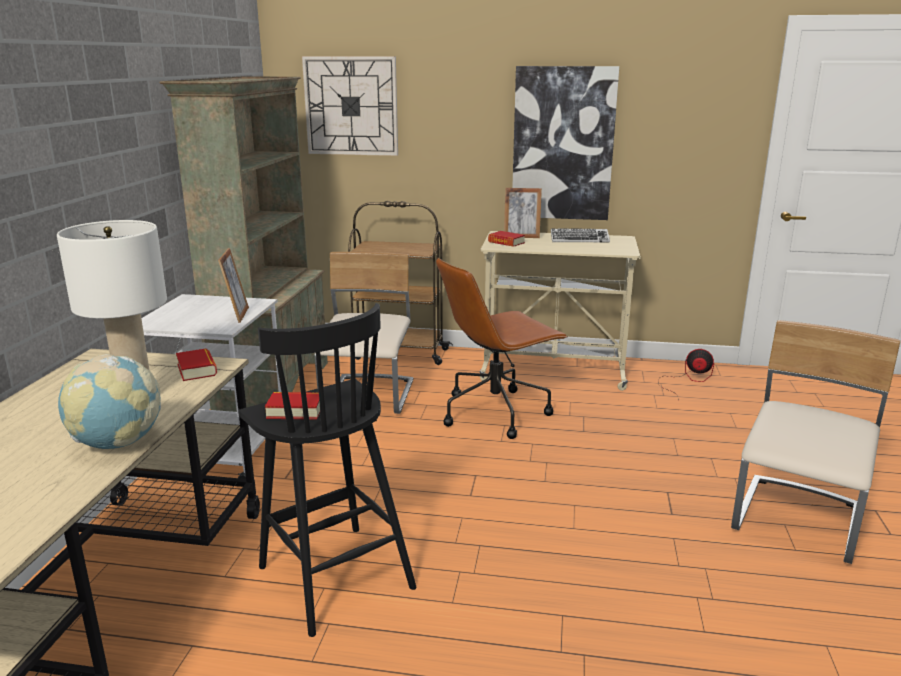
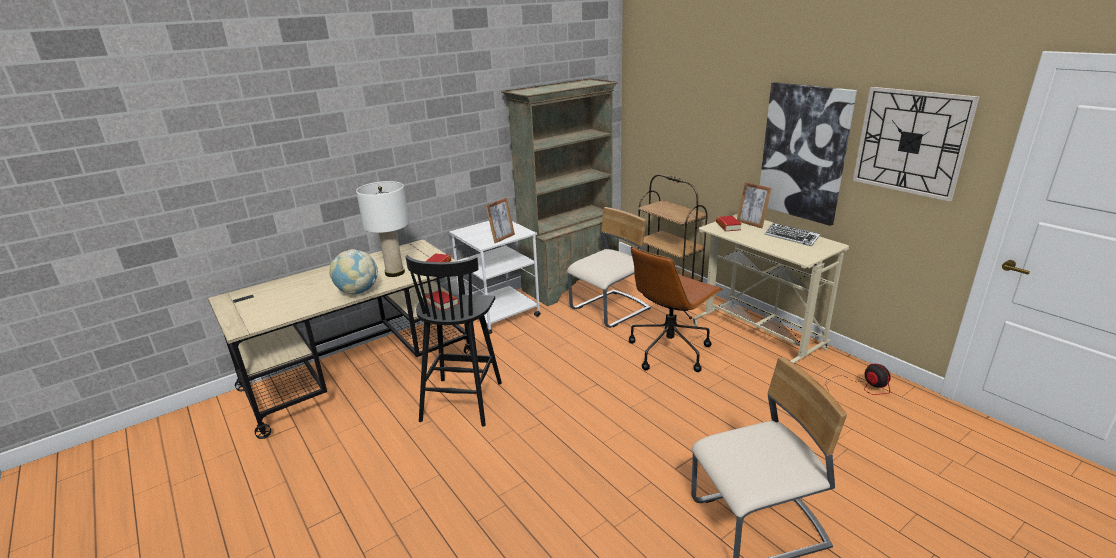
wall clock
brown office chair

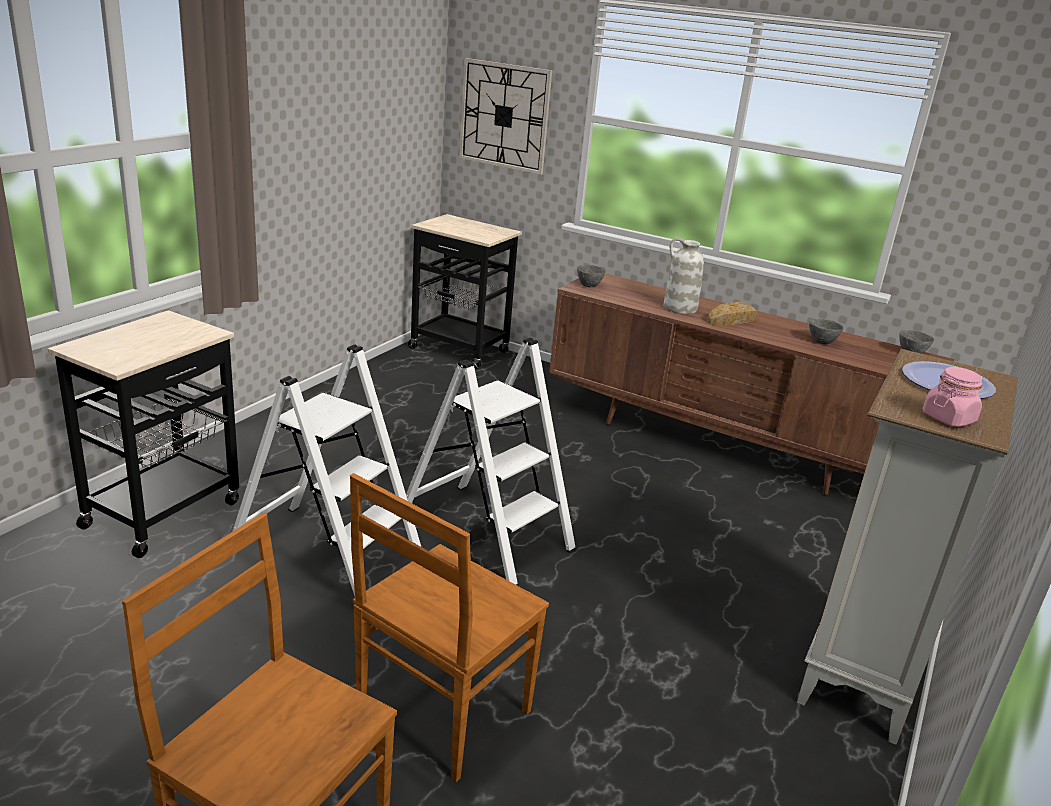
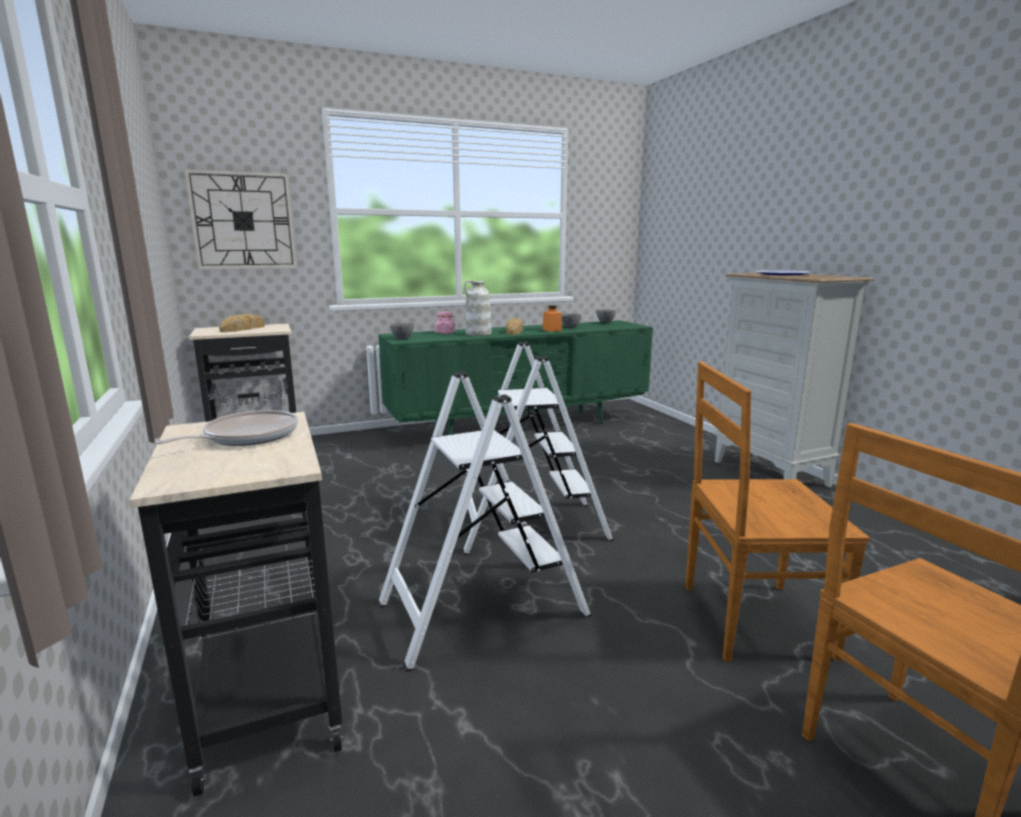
green cabinet
pink jar
brown chair (no. 1 from left)
orange jar
bread (no. 1 from left)
frying pan

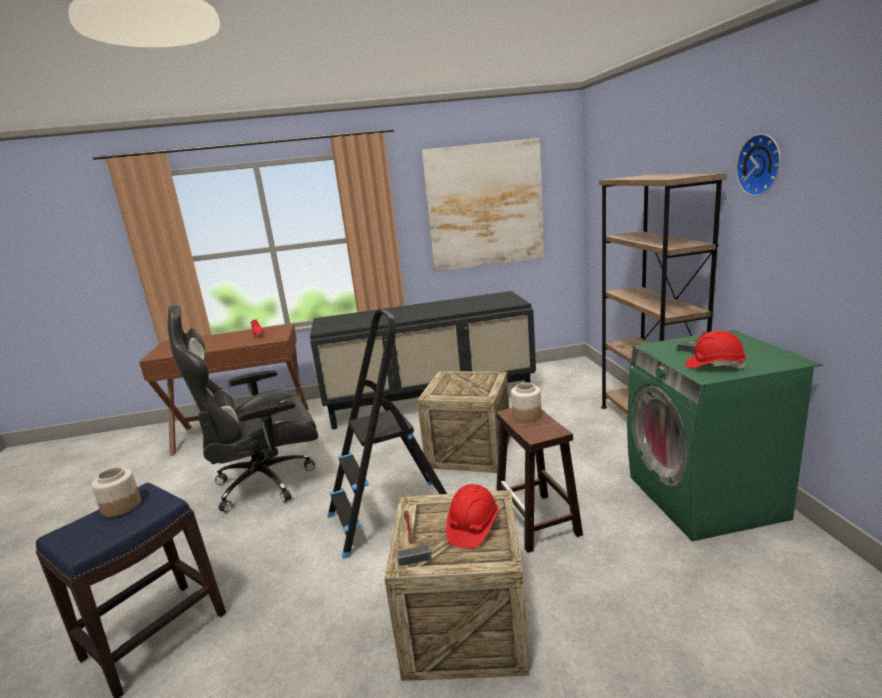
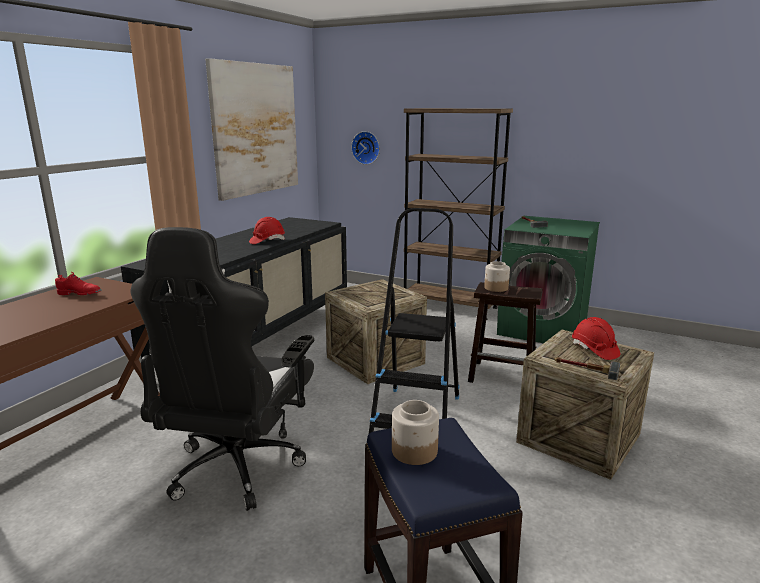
wall clock
red hard hat (no. 1 from left)

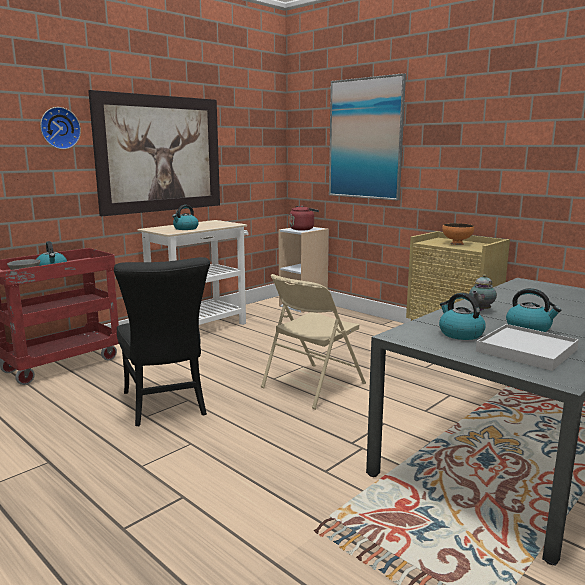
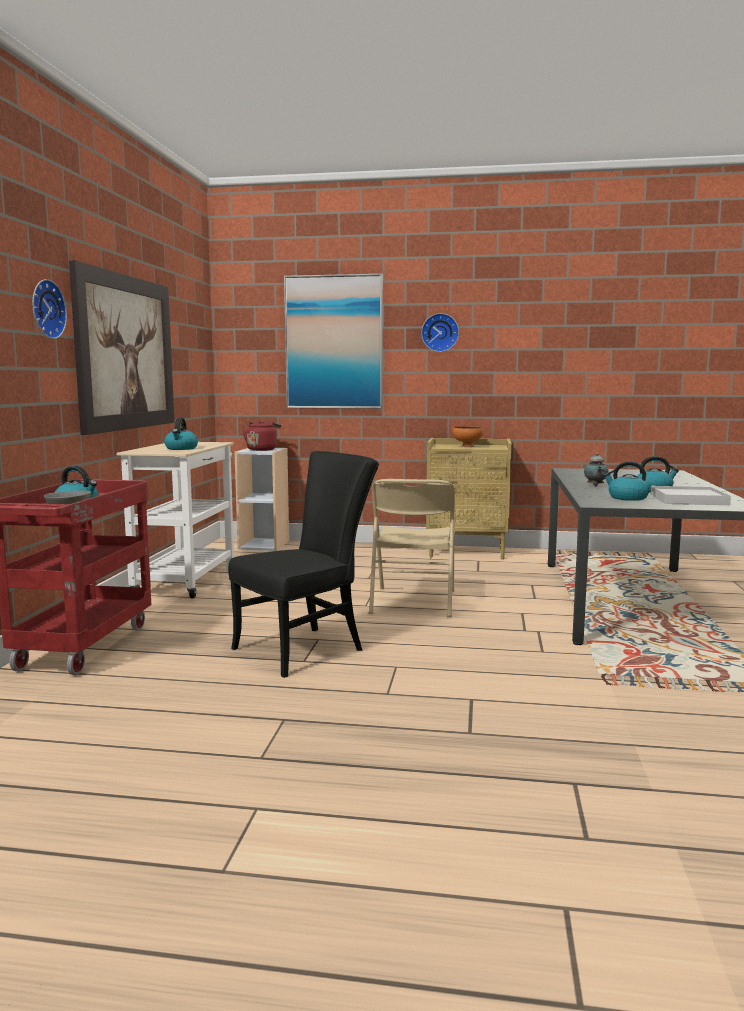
black chair
wall clock (no. 2 from left)

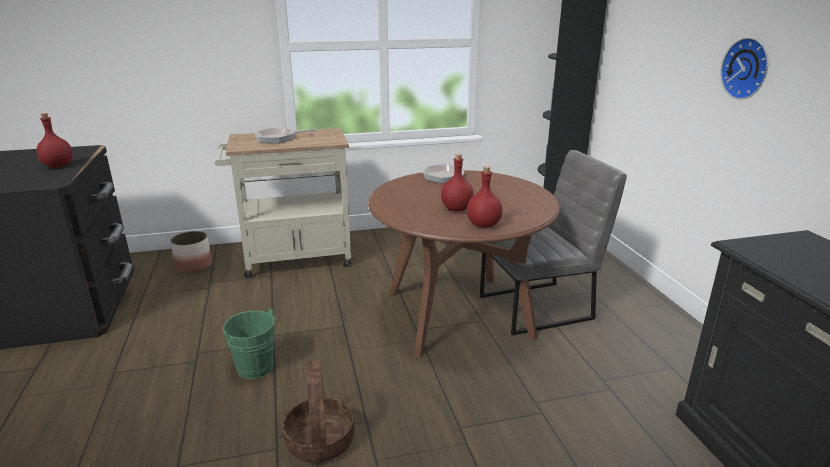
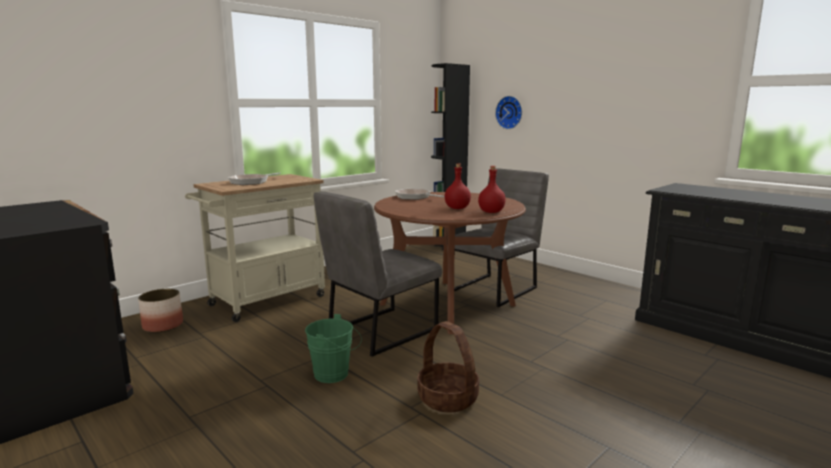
wall clock
red bottle (no. 1 from left in the first image)
grey chair (no. 1 from left)

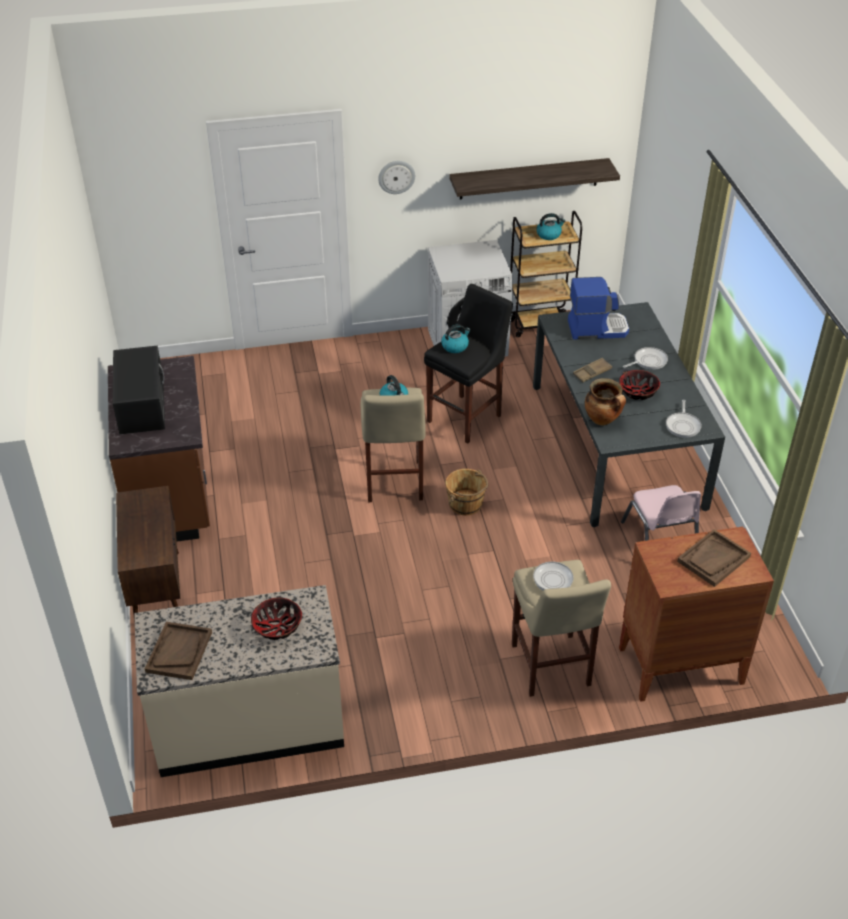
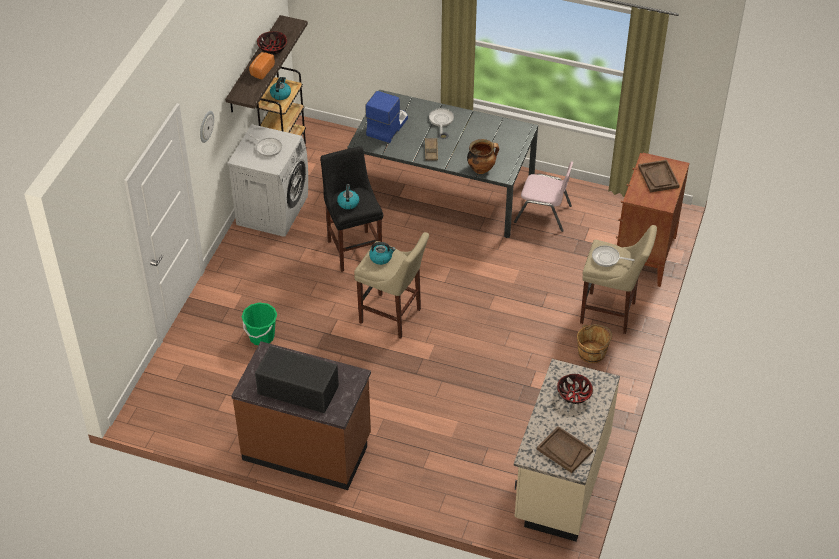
bowl (no. 1 from left)
frying pan (no. 1 from left)
brown bucket
brown cabinet
bread
green bucket

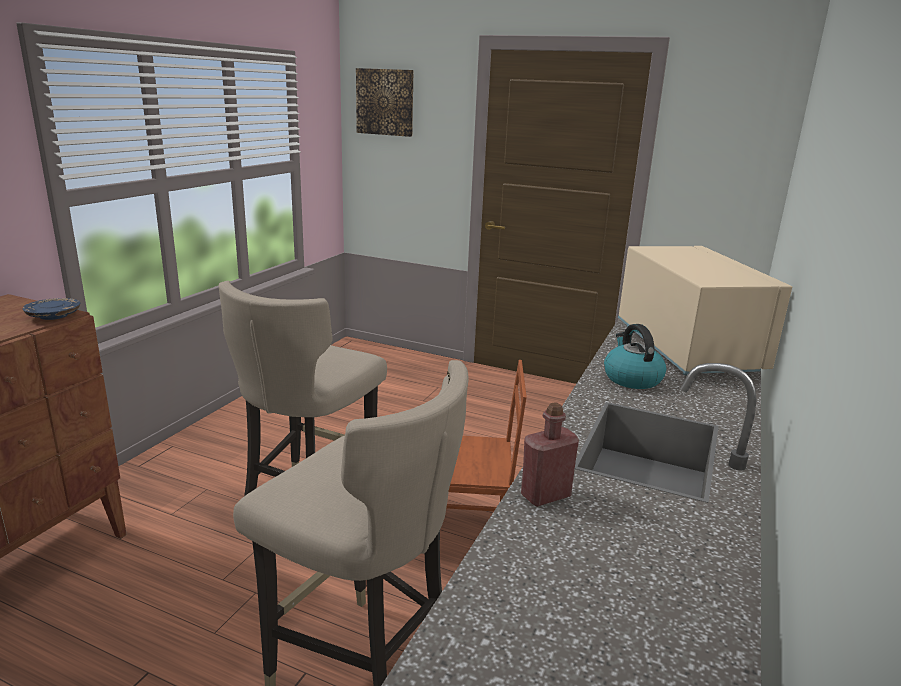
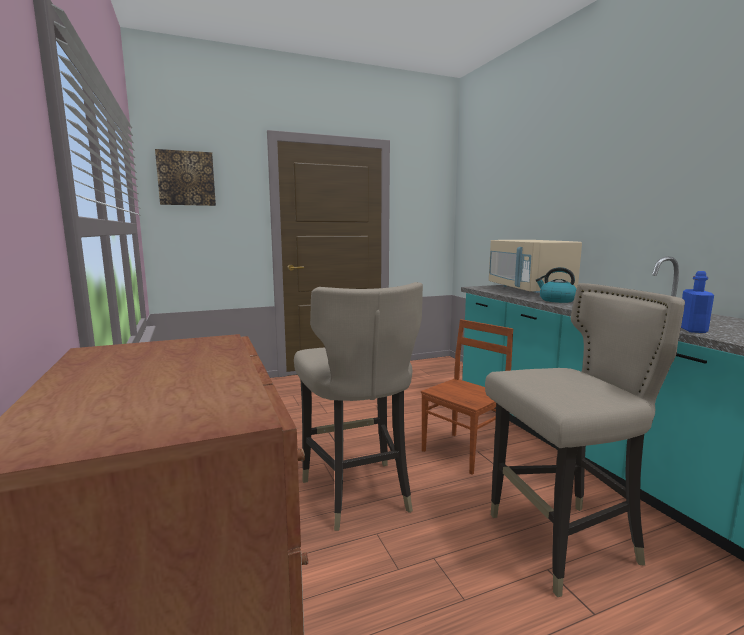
beige microwave
blue plate
blue bottle

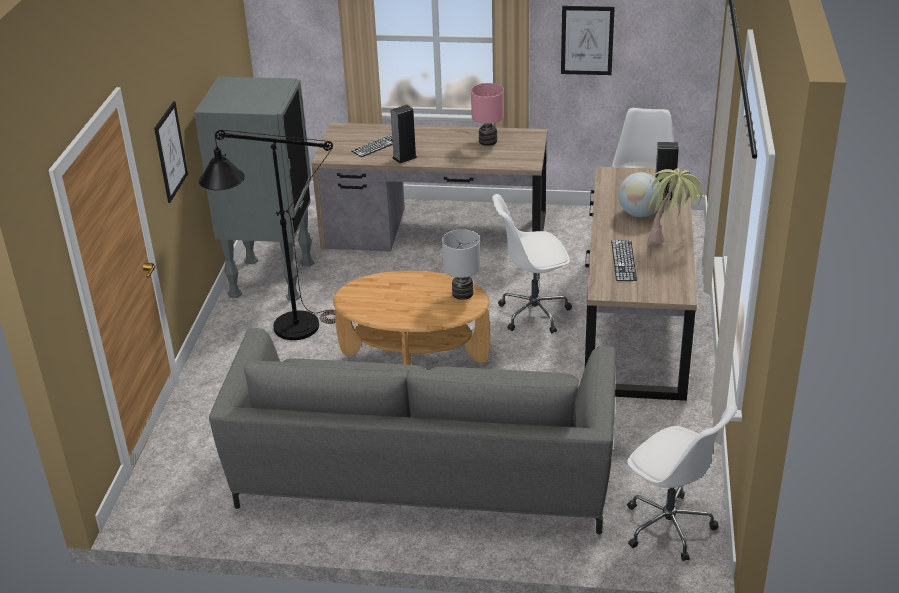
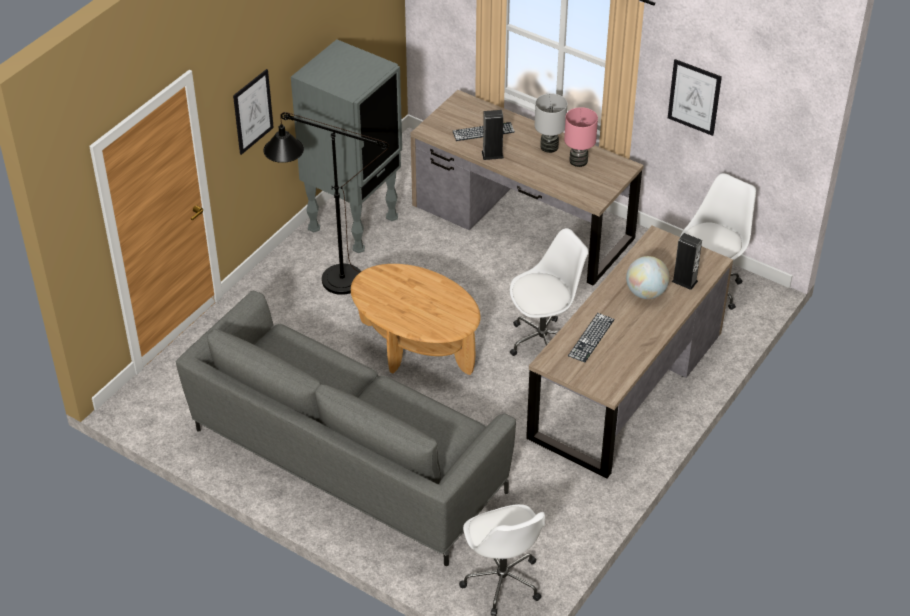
potted plant
white office chair (no. 2 from left)
grey table lamp

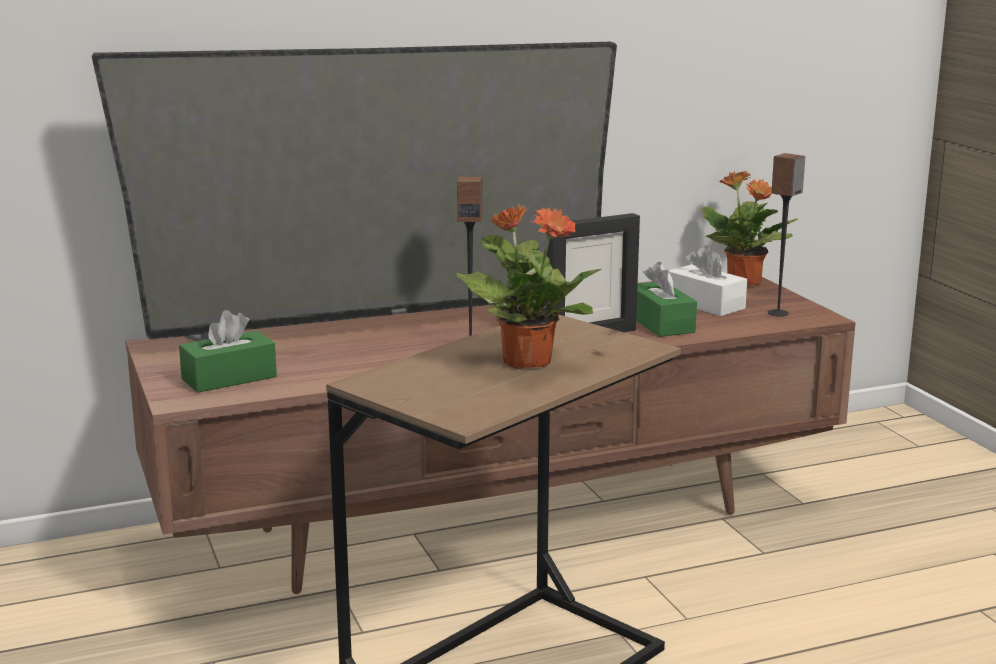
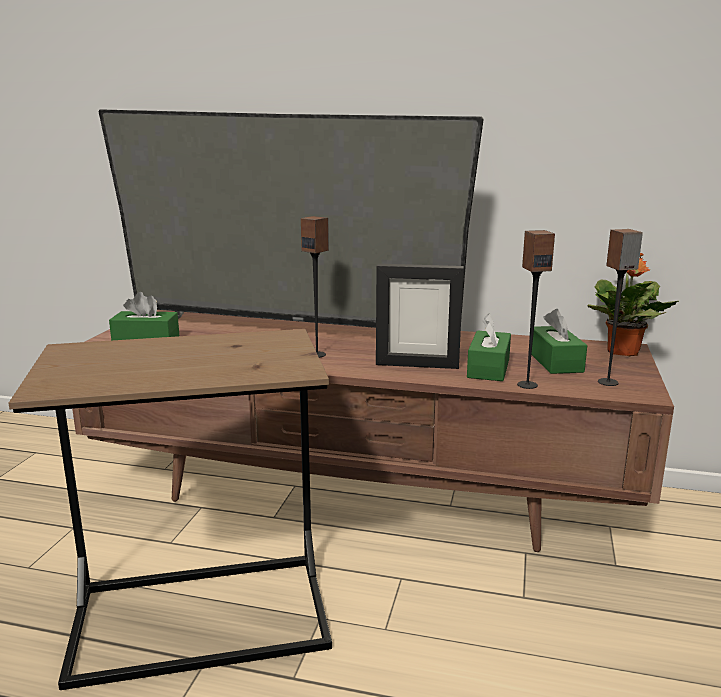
potted plant (no. 1 from left in the first image)
green tissue box (no. 3 from left)
speaker (no. 2 from left)

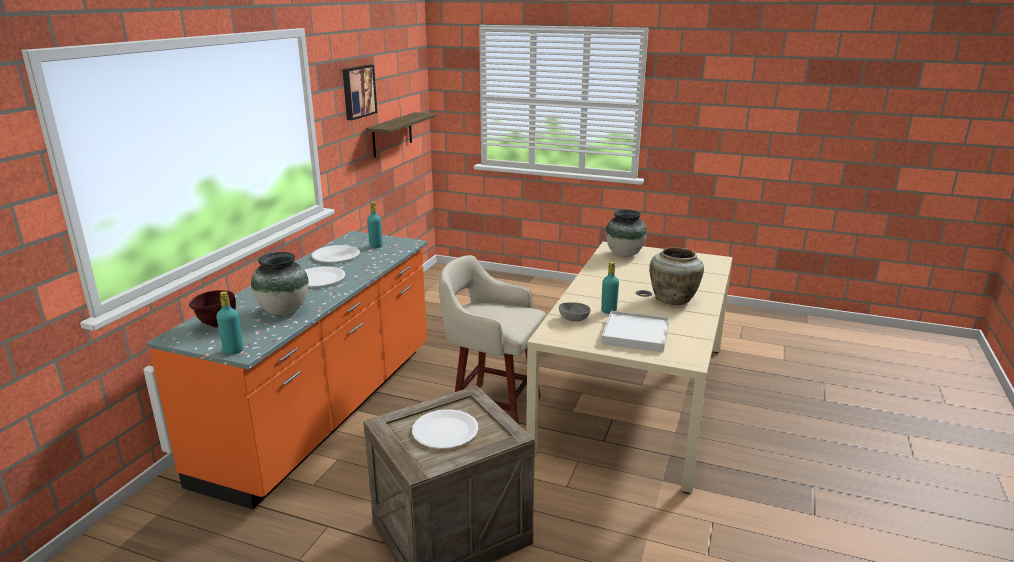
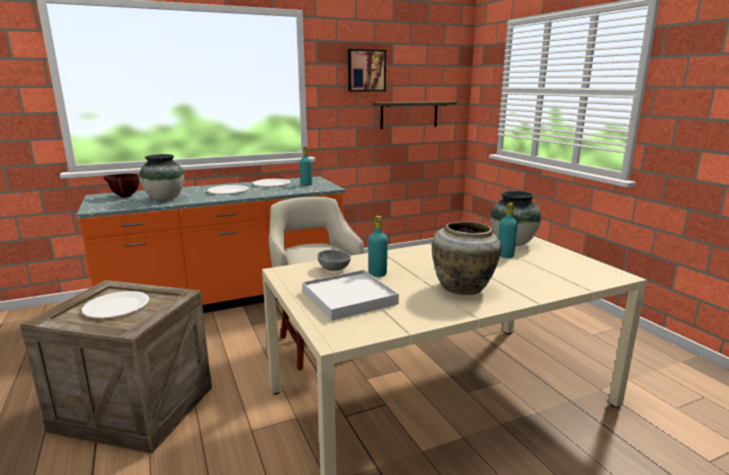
turquoise bottle (no. 3 from left)

